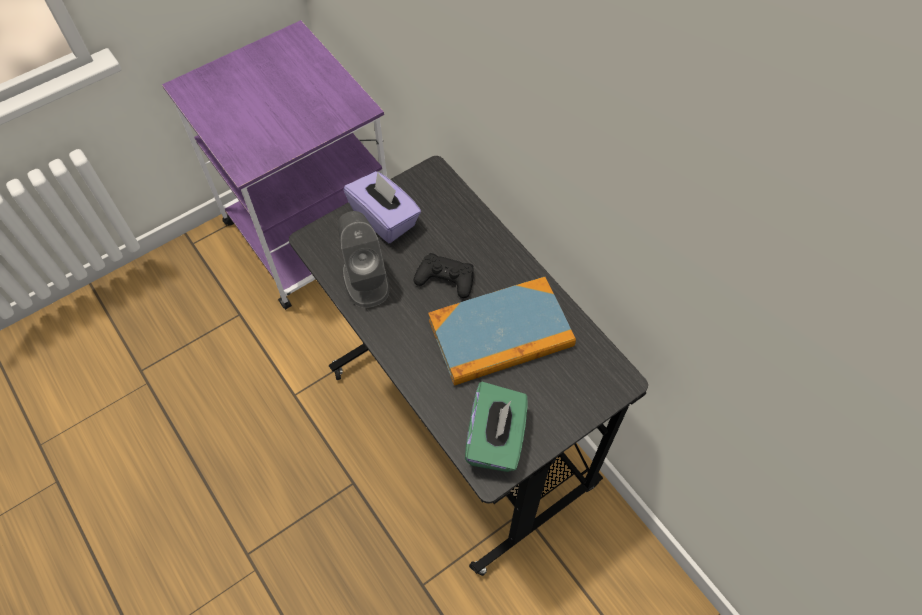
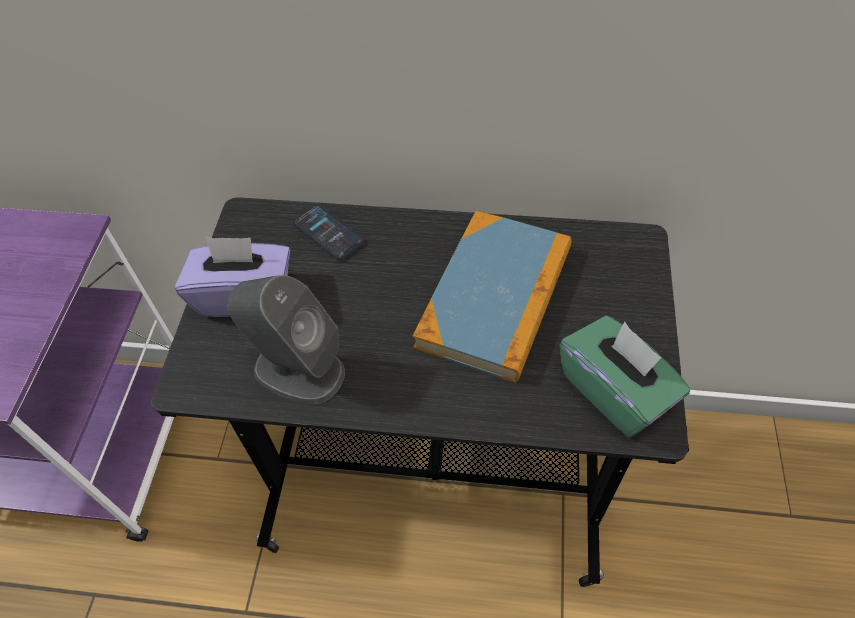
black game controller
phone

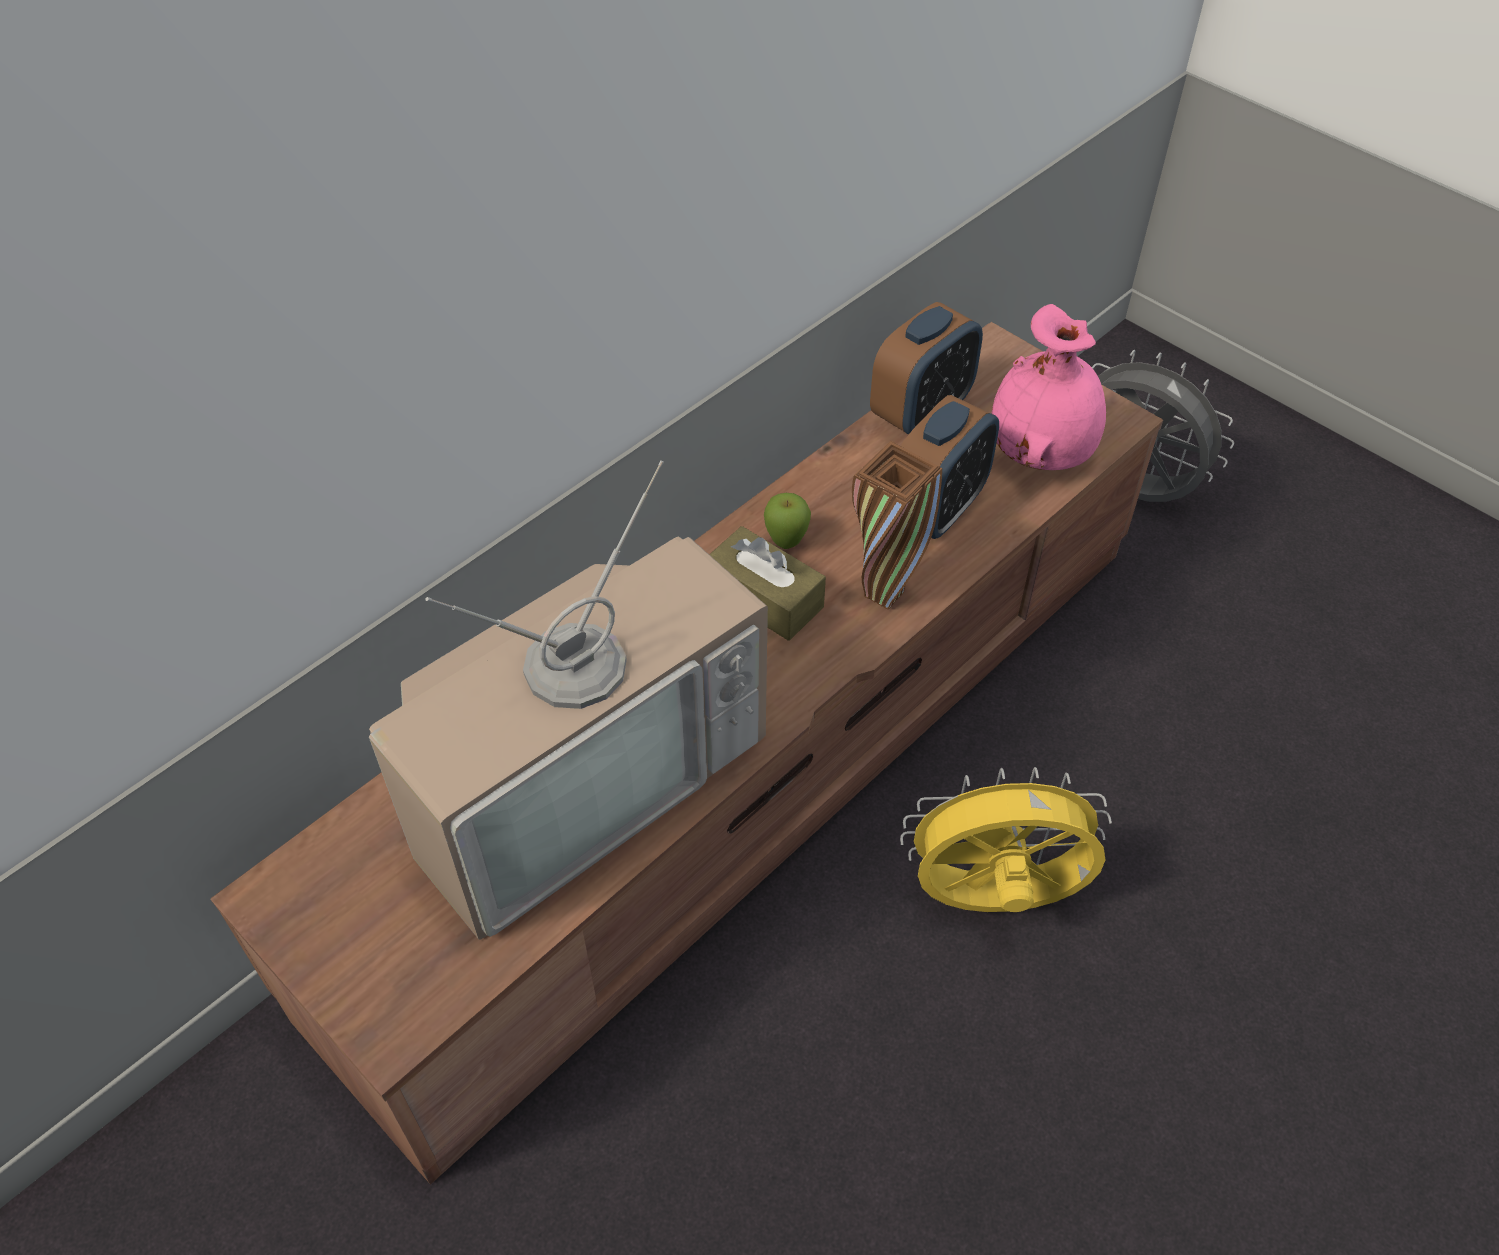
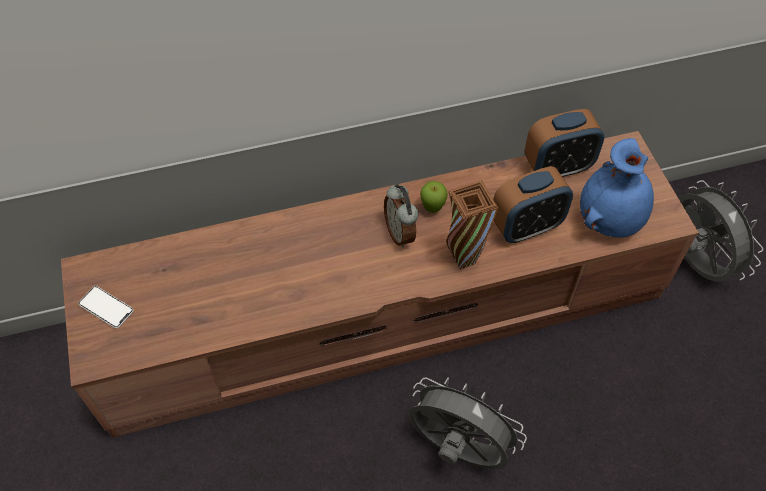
blue vase
television
alarm clock (no. 1 from left)
grey fan (no. 1 from left)
phone

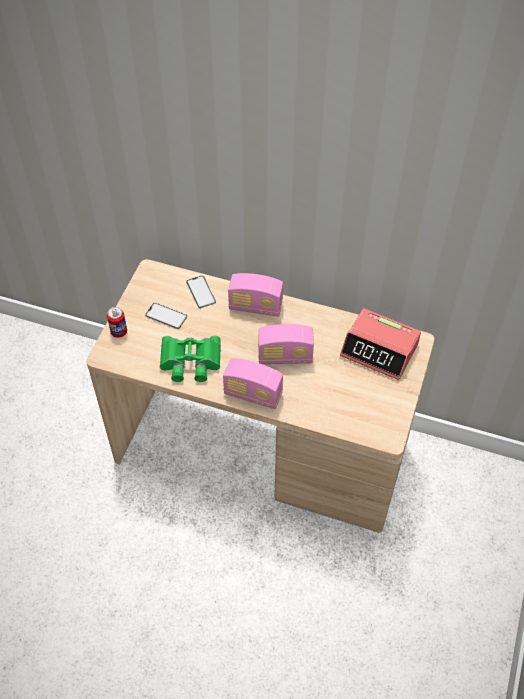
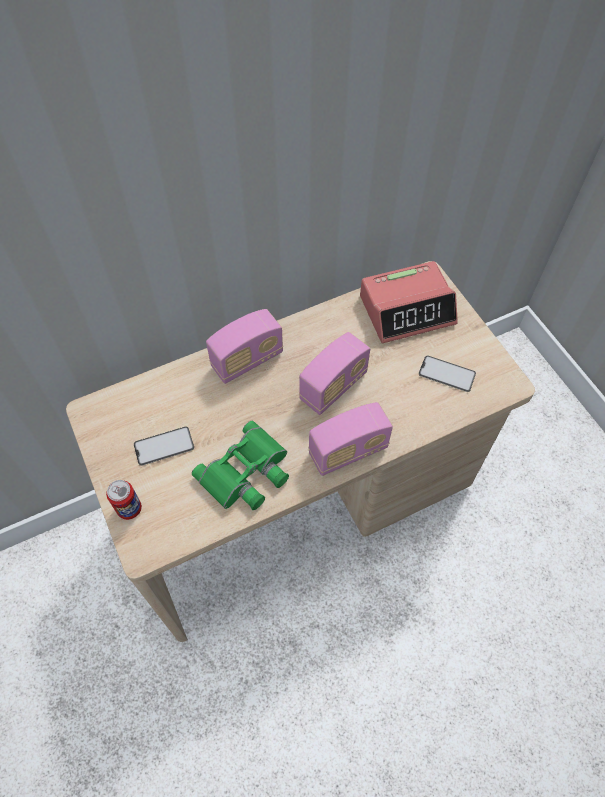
phone (no. 2 from left)

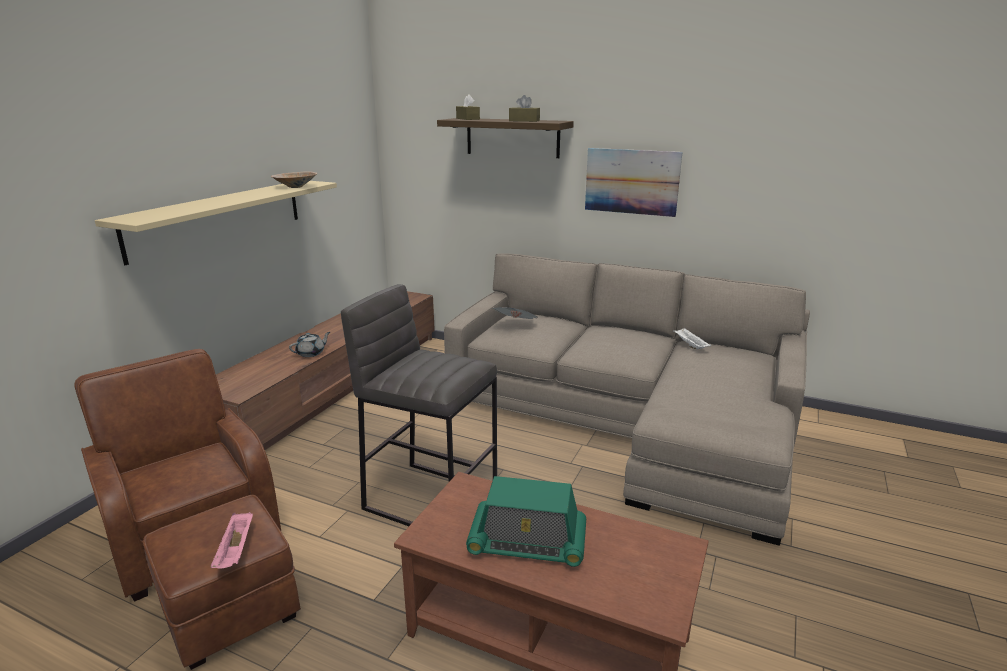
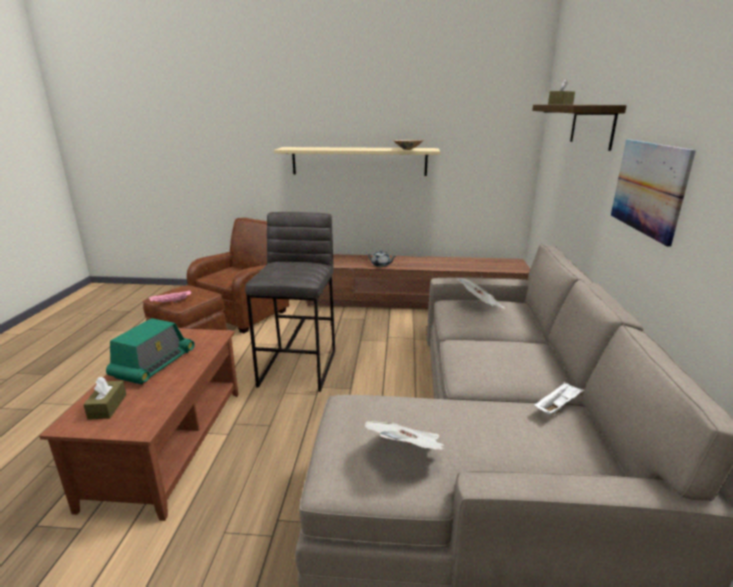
brown tissue box (no. 1 from left)
radio
newspaper (no. 1 from left)

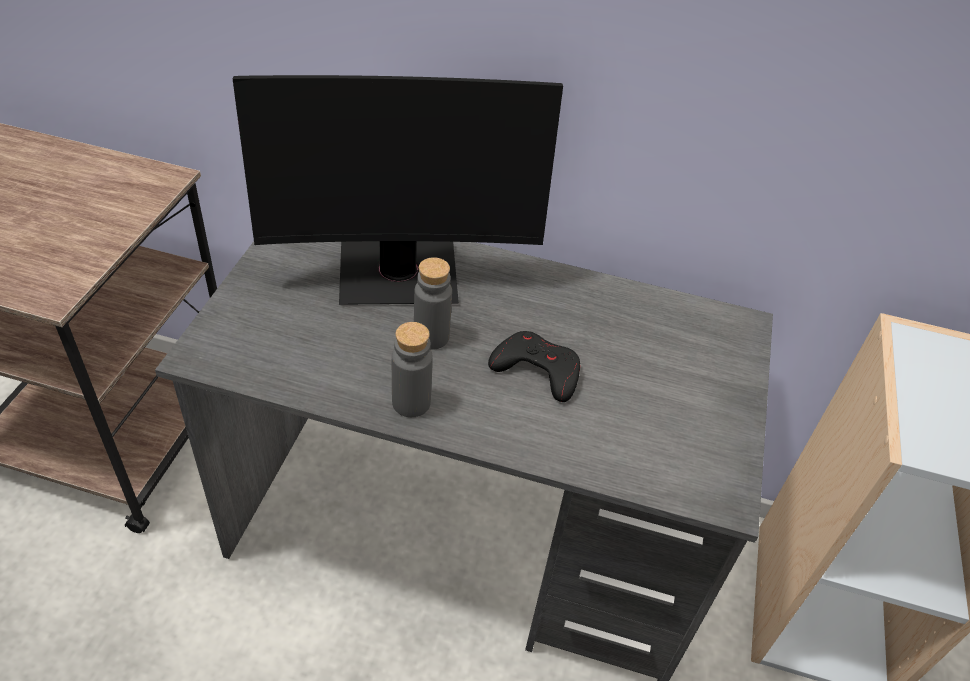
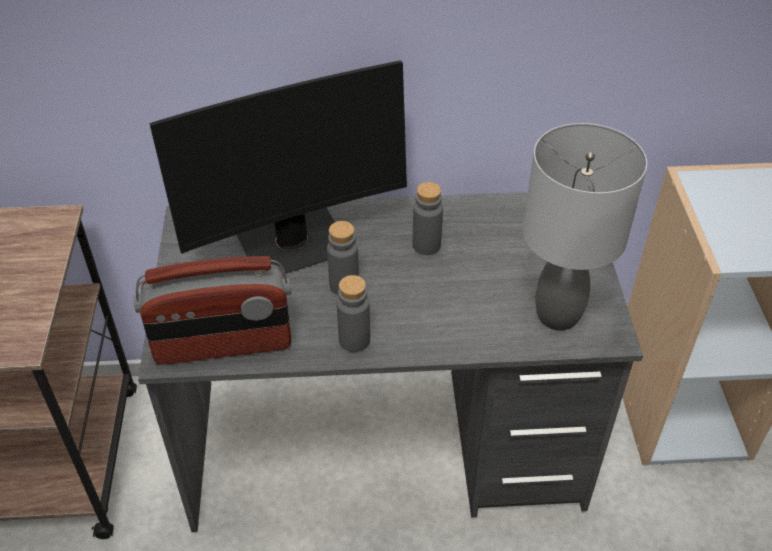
black game controller
grey table lamp
grey bottle (no. 3 from left)
radio

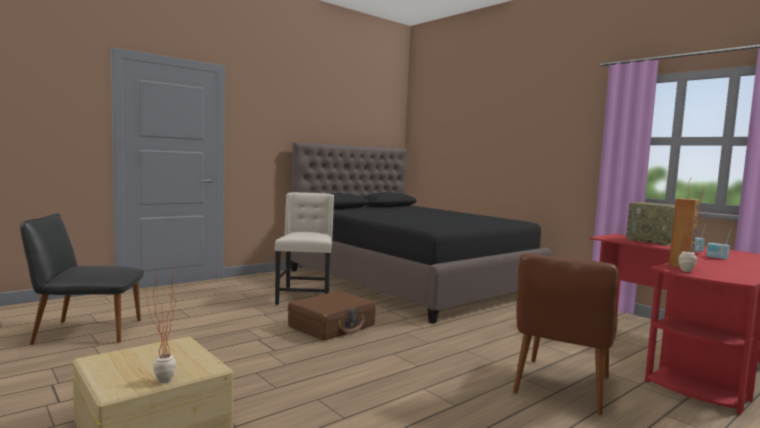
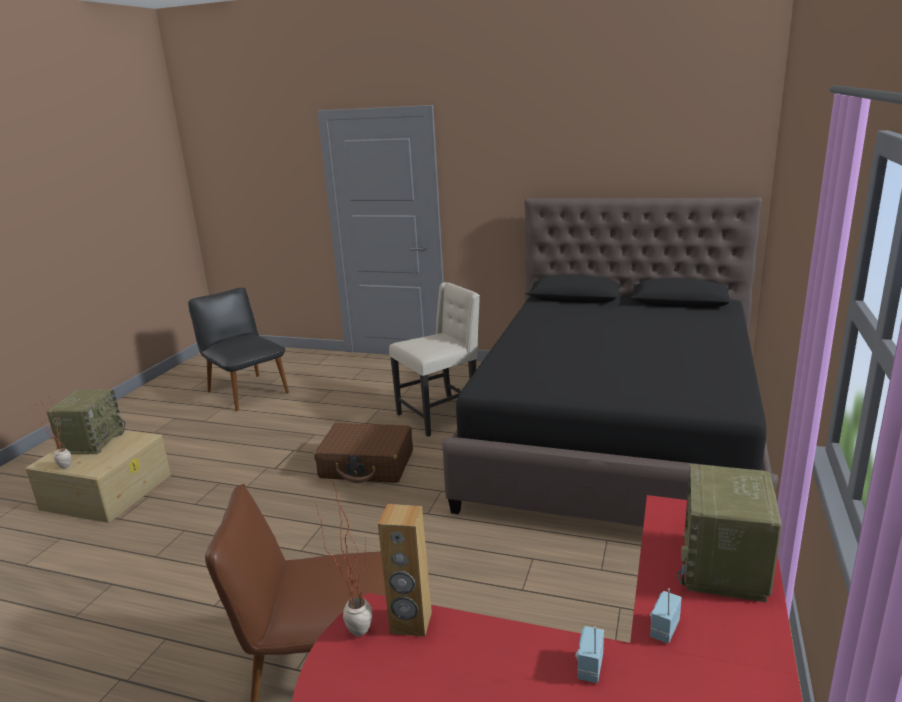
radio (no. 1 from left)

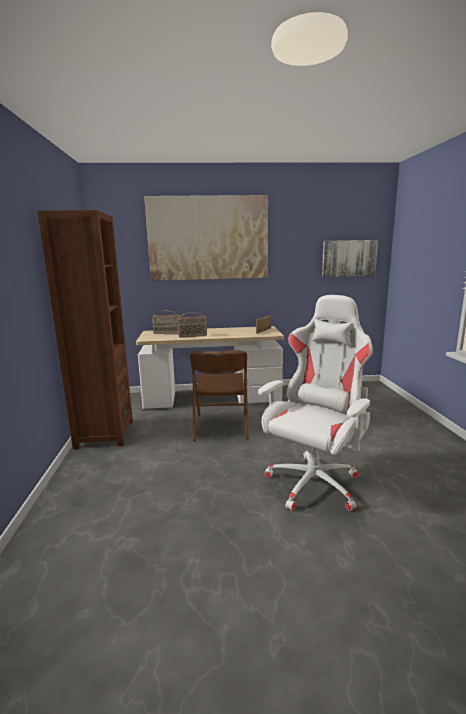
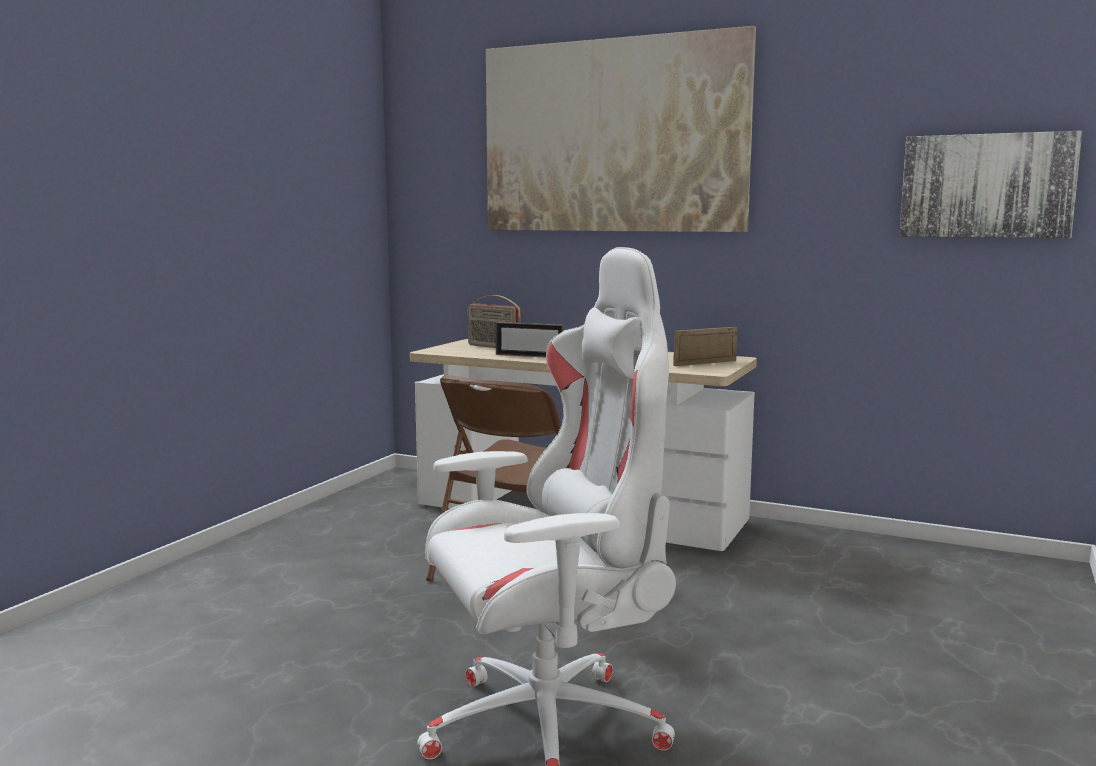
brown bookcase
picture frame (no. 1 from left)

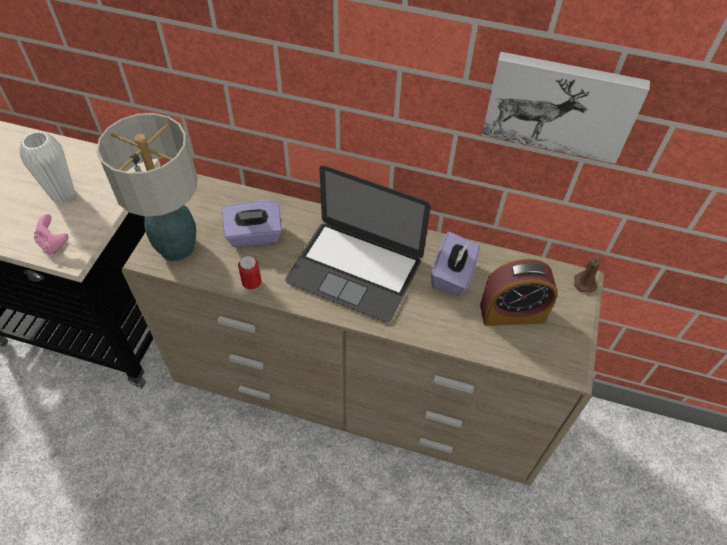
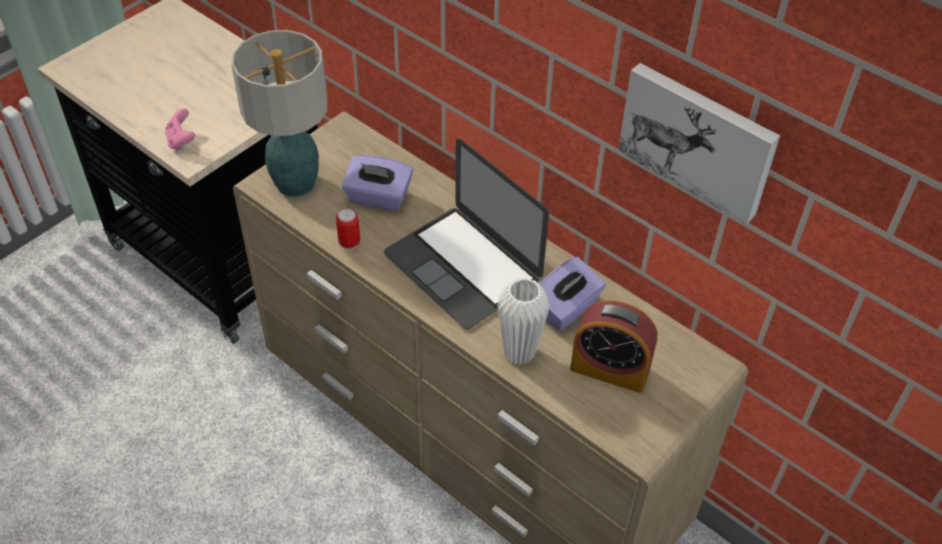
white vase
brown candle

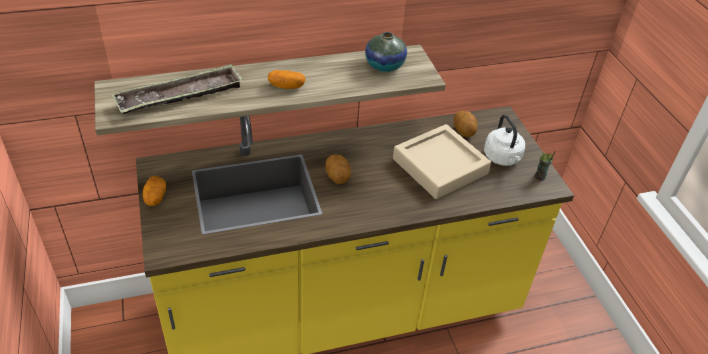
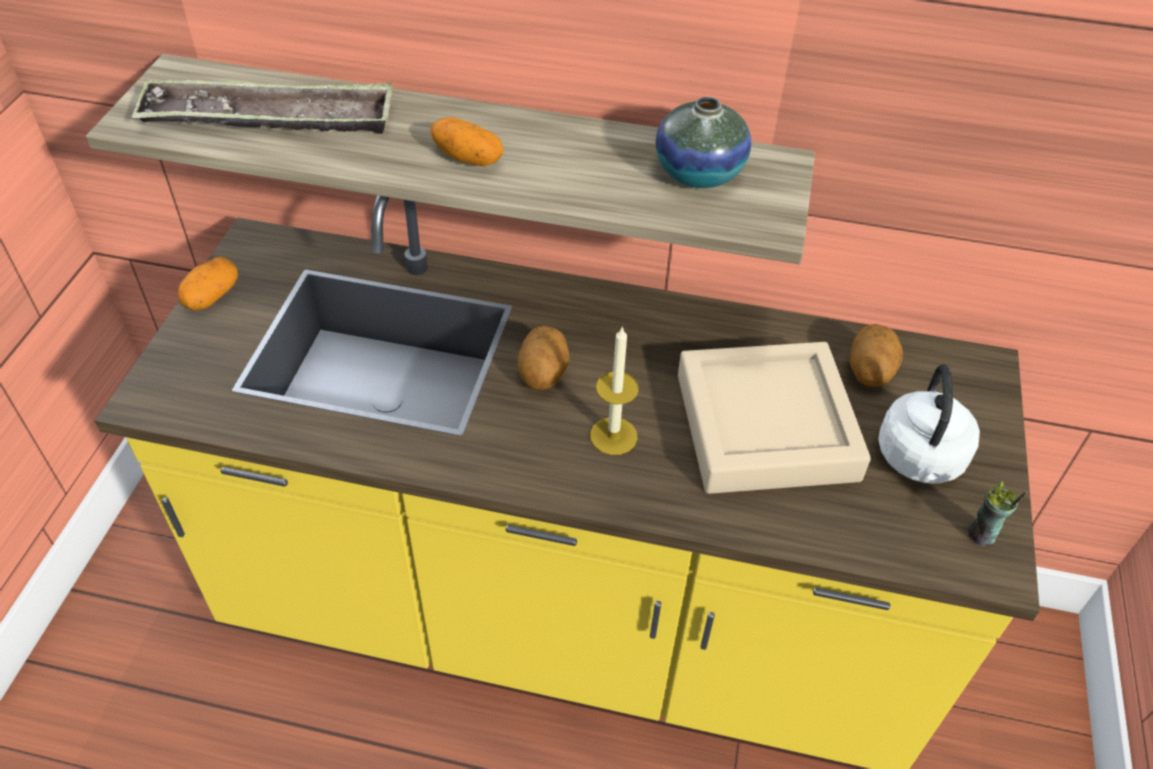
candle

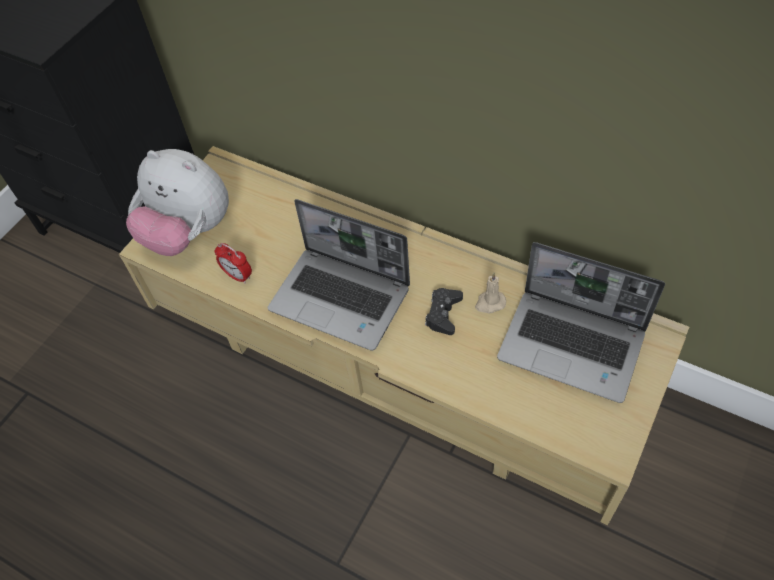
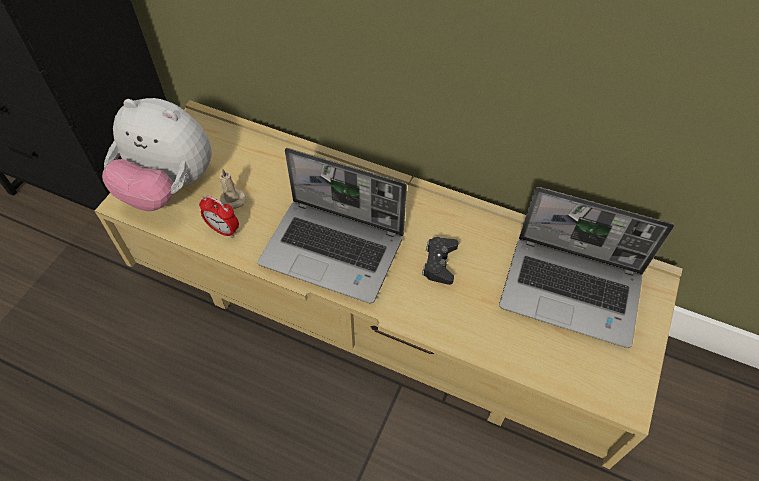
beige candle

